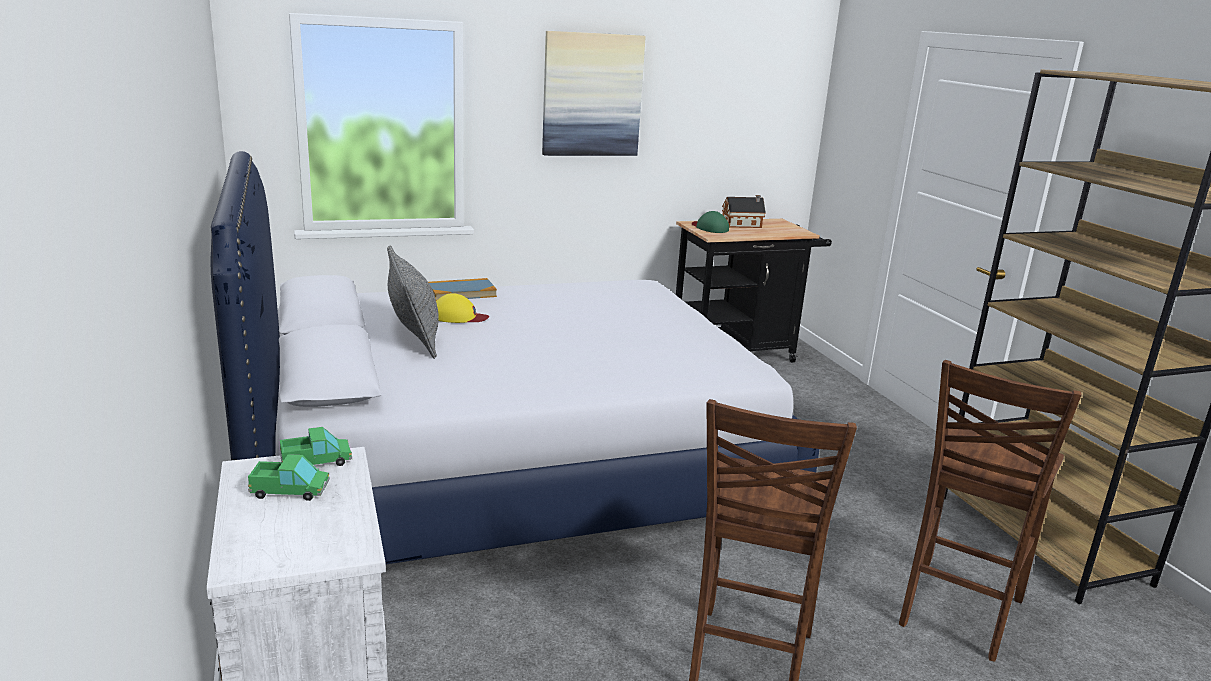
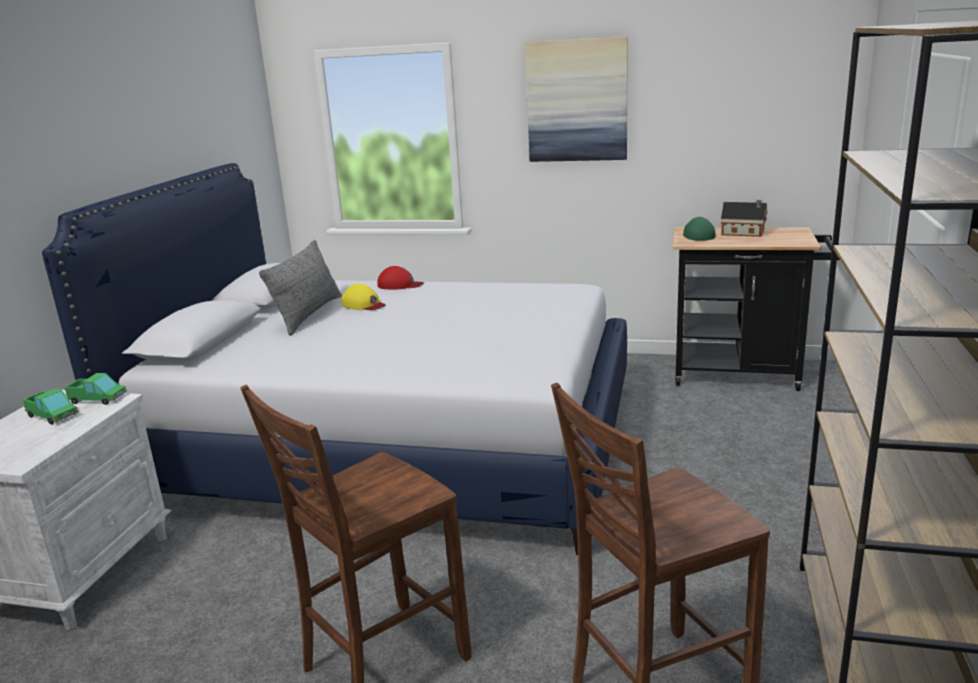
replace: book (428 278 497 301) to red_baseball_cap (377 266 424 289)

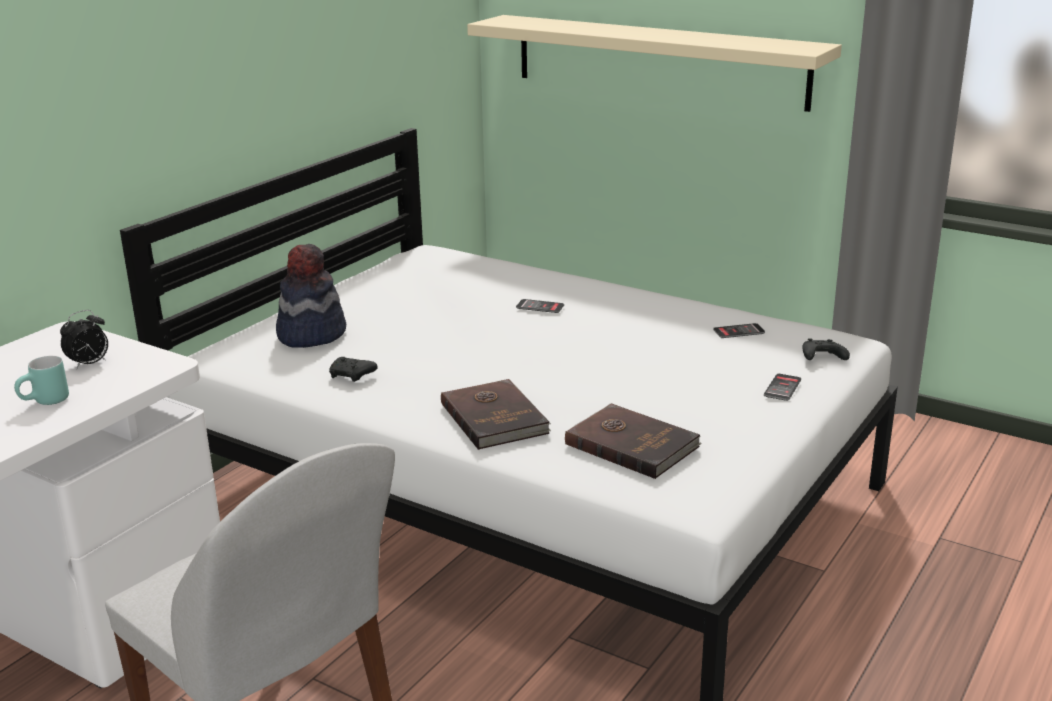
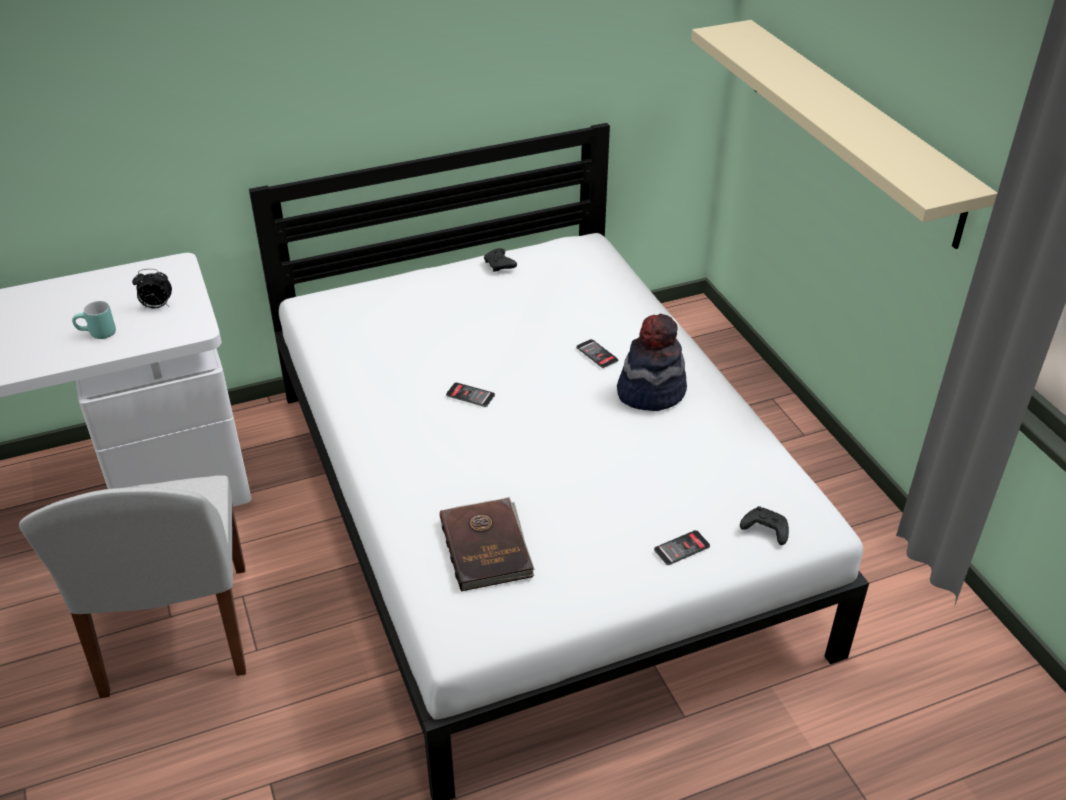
delete: brownish_book (441 379 551 450)
move: telephone (713 323 765 338) to (446 382 495 407); blackish_joypad (329 357 378 382) to (484 248 517 272); wearable_hat (276 244 346 348) to (617 314 687 411)

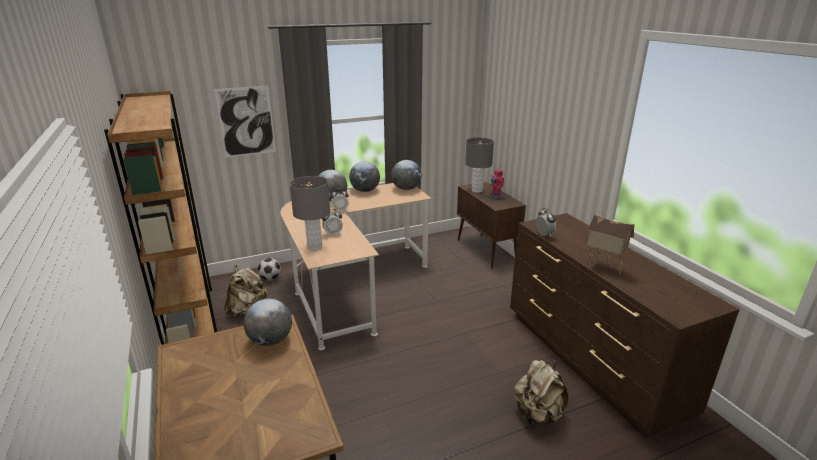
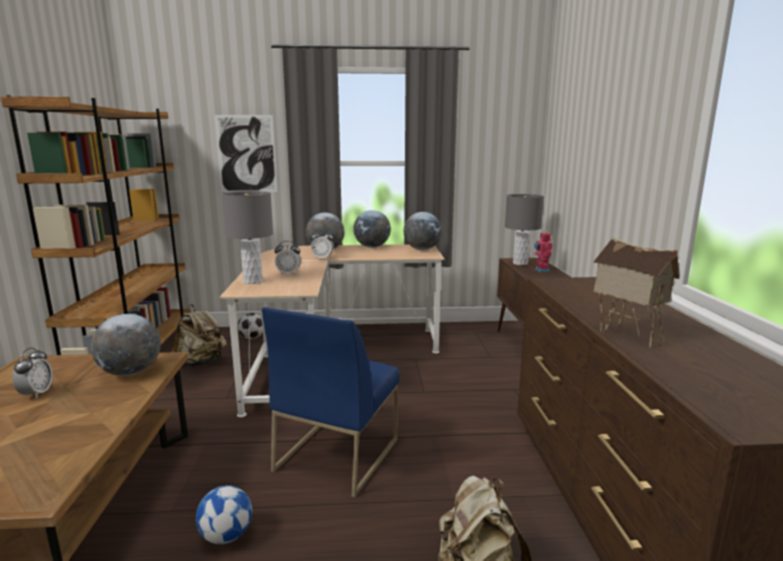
insert: ball_for_football (196 485 252 544); blue_plain_chair (262 307 400 498)
move: alarm_clock (535 208 556 237) to (13 347 53 399)

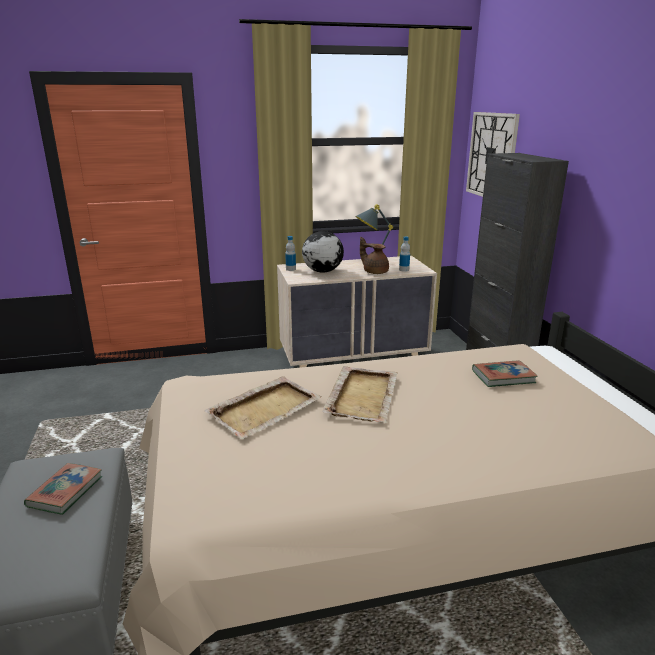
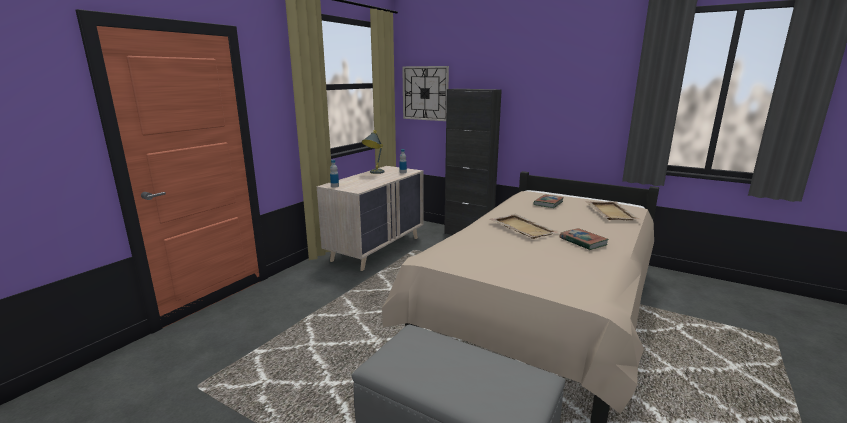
delete: globe (302 231 344 273); brownish_tea_pot (360 237 389 274)
move: book (24 463 102 515) to (559 228 609 250); sand-coloured_tray (204 376 321 439) to (585 201 640 220)

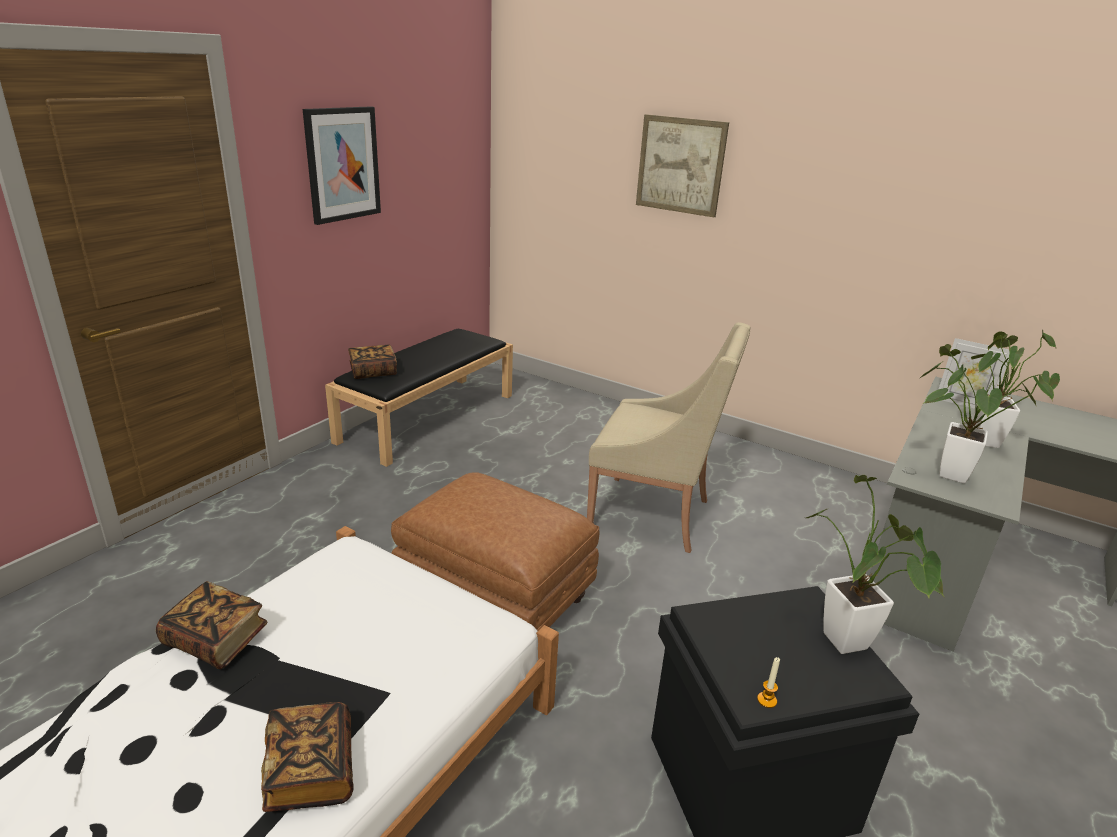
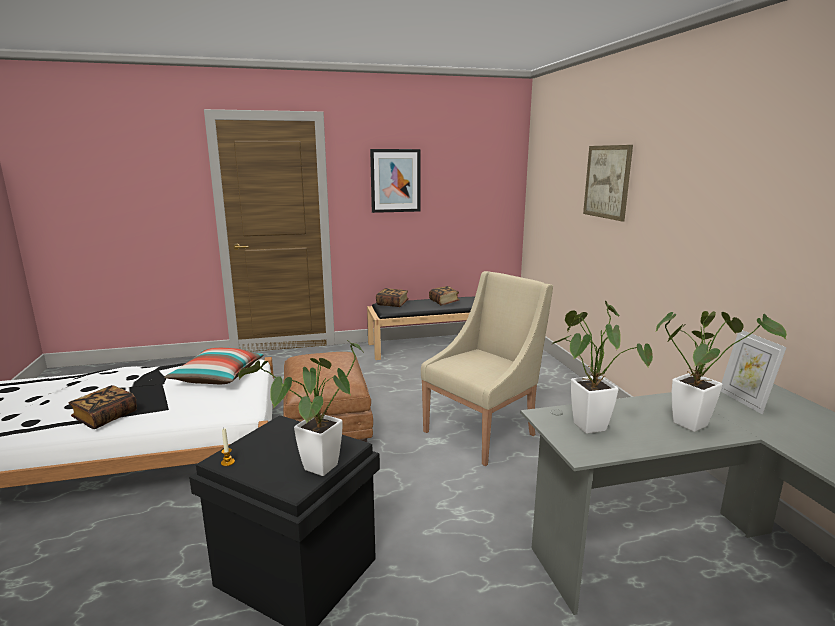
insert: throw_pillow (164 348 264 384)
move: book (156 581 268 669) to (429 286 460 306)
rotate: sand-coloured_armchair (587 322 750 553) = (421 271 553 466) 105 degrees counterclockwise

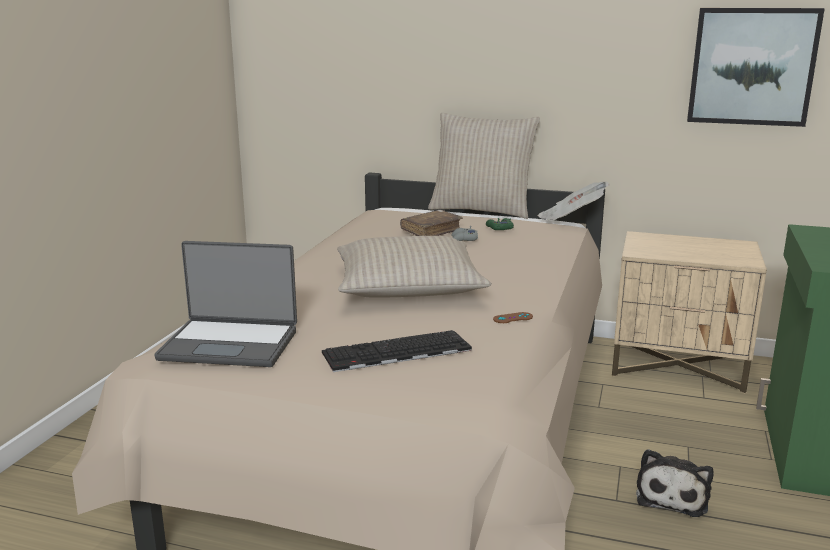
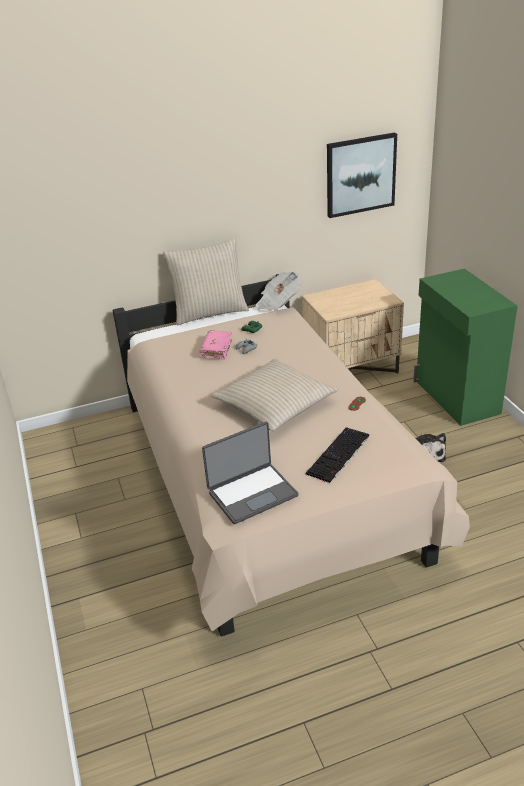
recolor: brownish_book (400 210 463 236) to pink-coloured_book (199 330 232 360)

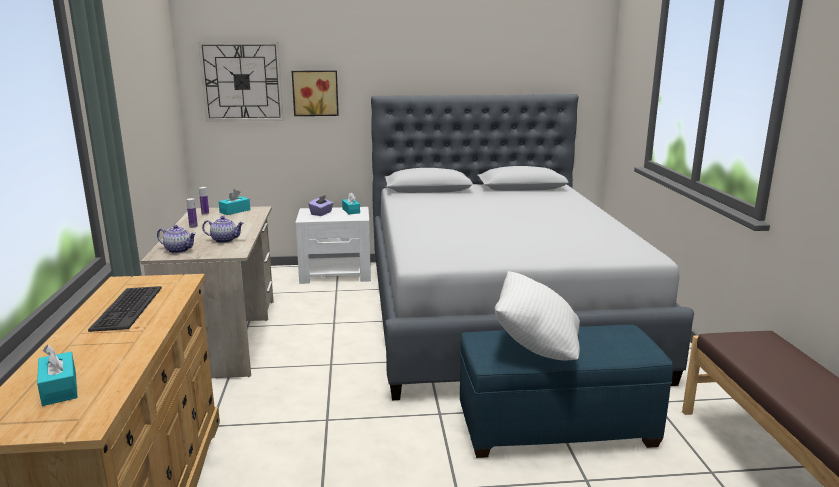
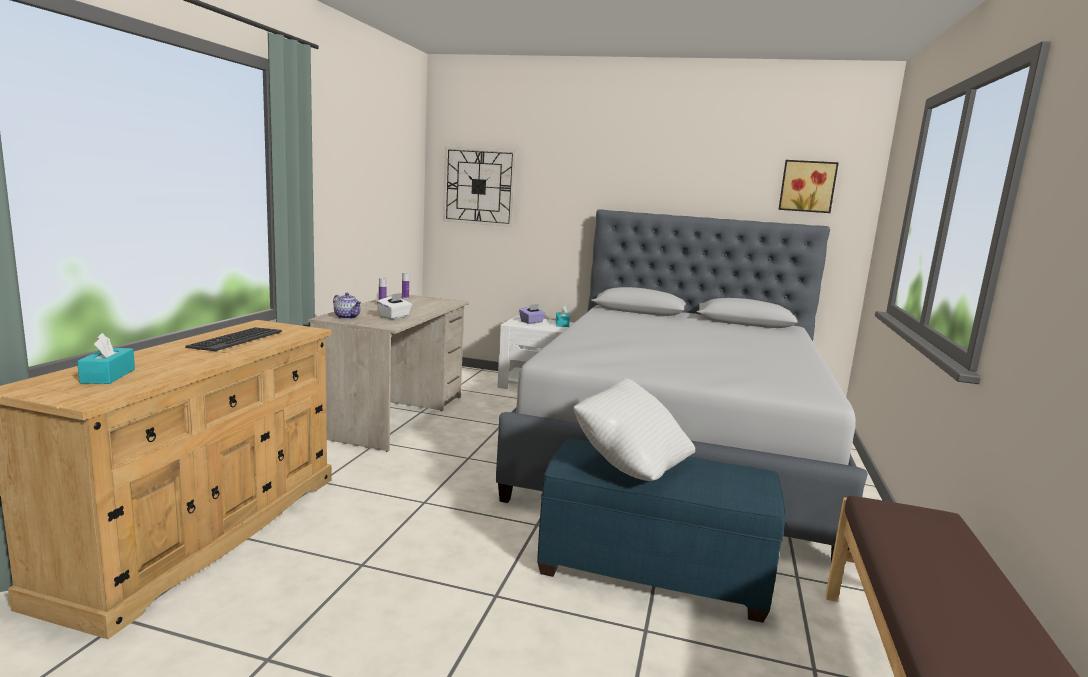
delete: blue-green_box_of_tissues (219 189 250 215)
move: picture (292 70 339 116) to (778 160 839 213)
replace: tea_pot (202 216 244 243) to white_box_of_tissues (377 293 412 319)

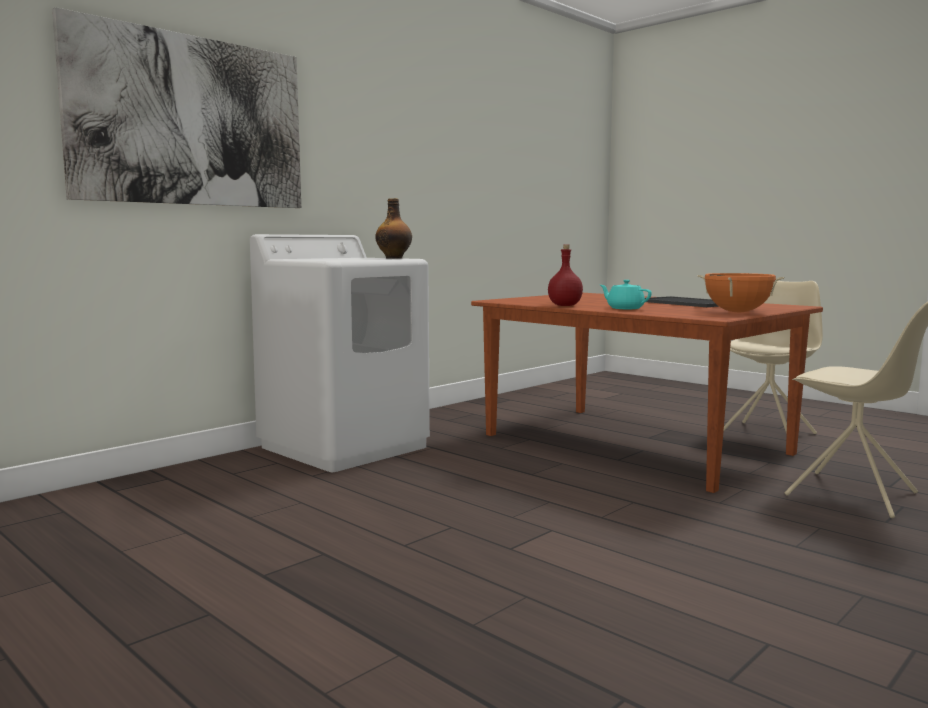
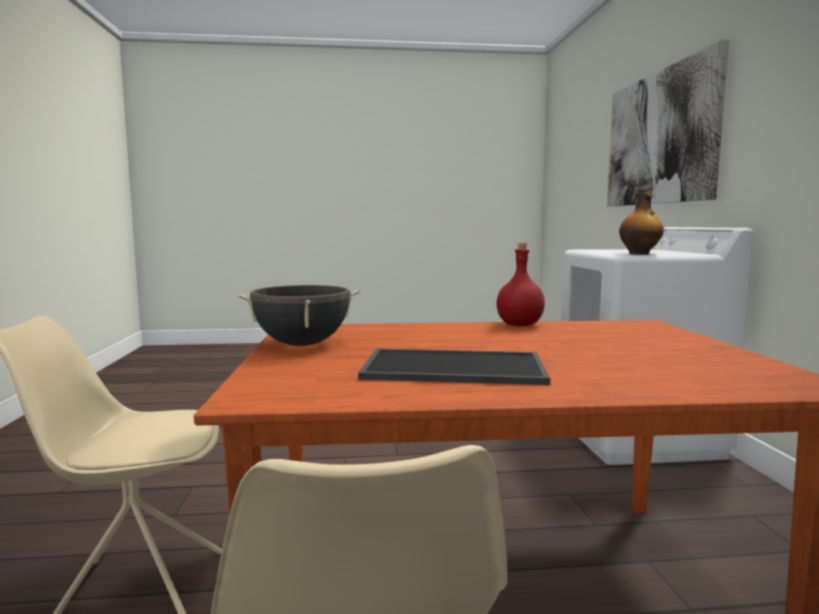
delete: blue-green_tea_pot (600 280 652 309)
recolor: orange_cooking_pot (698 273 784 312) to blackish_cooking_pot (237 285 361 346)

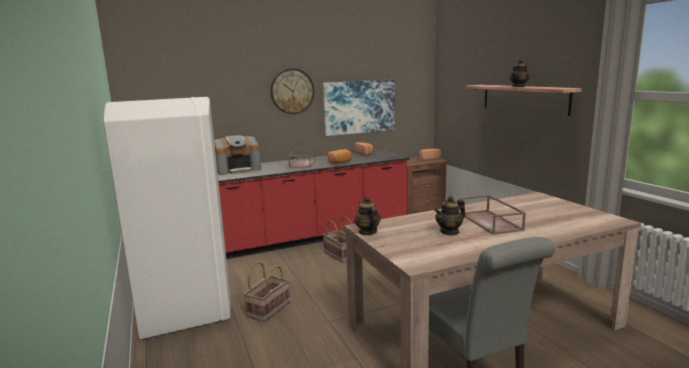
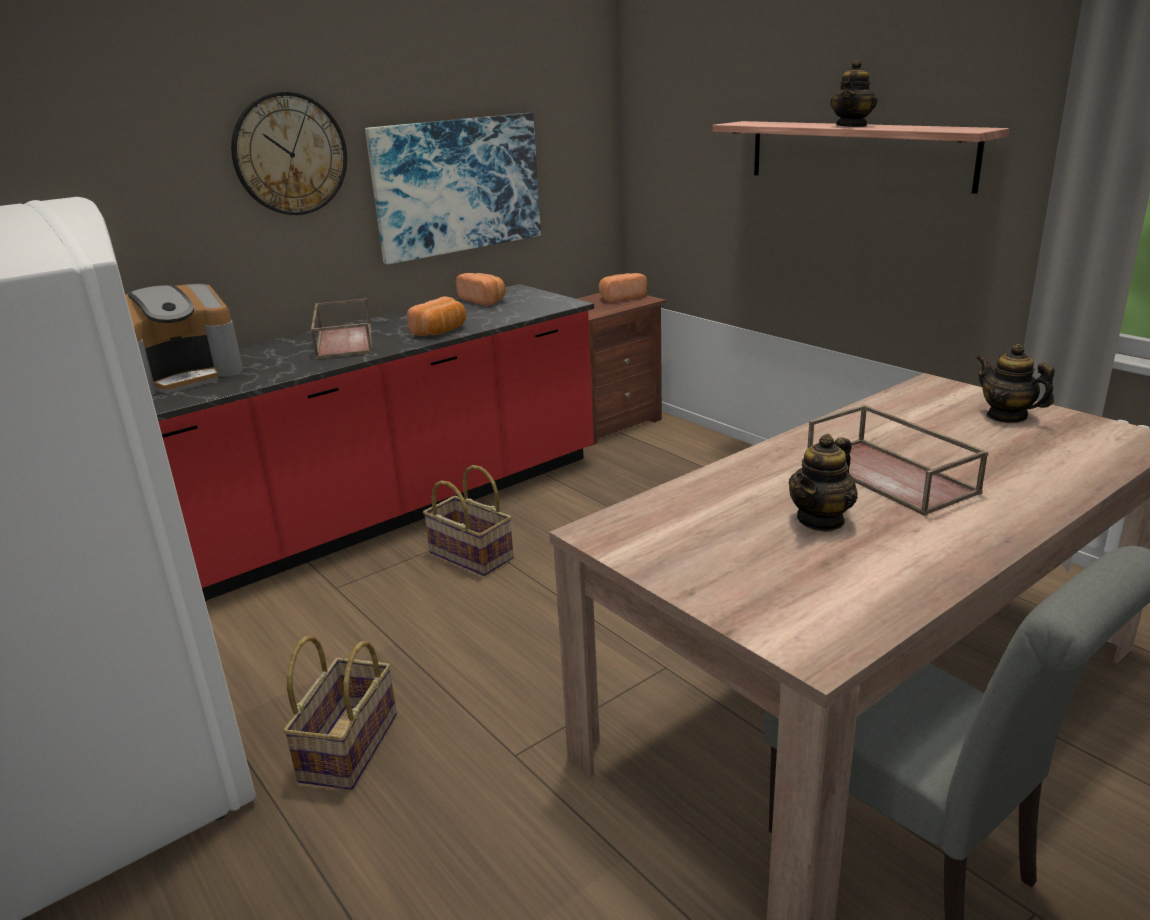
move: tea_pot (354 197 381 235) to (976 344 1055 423)

